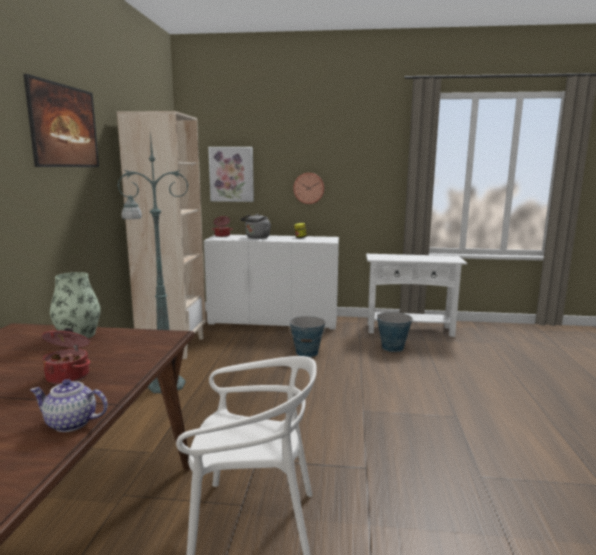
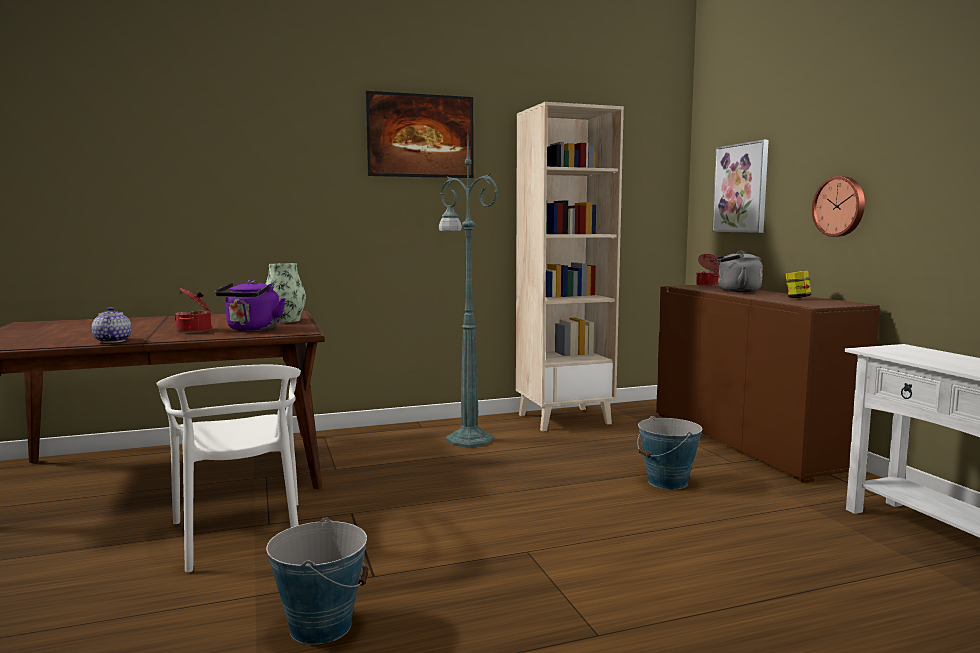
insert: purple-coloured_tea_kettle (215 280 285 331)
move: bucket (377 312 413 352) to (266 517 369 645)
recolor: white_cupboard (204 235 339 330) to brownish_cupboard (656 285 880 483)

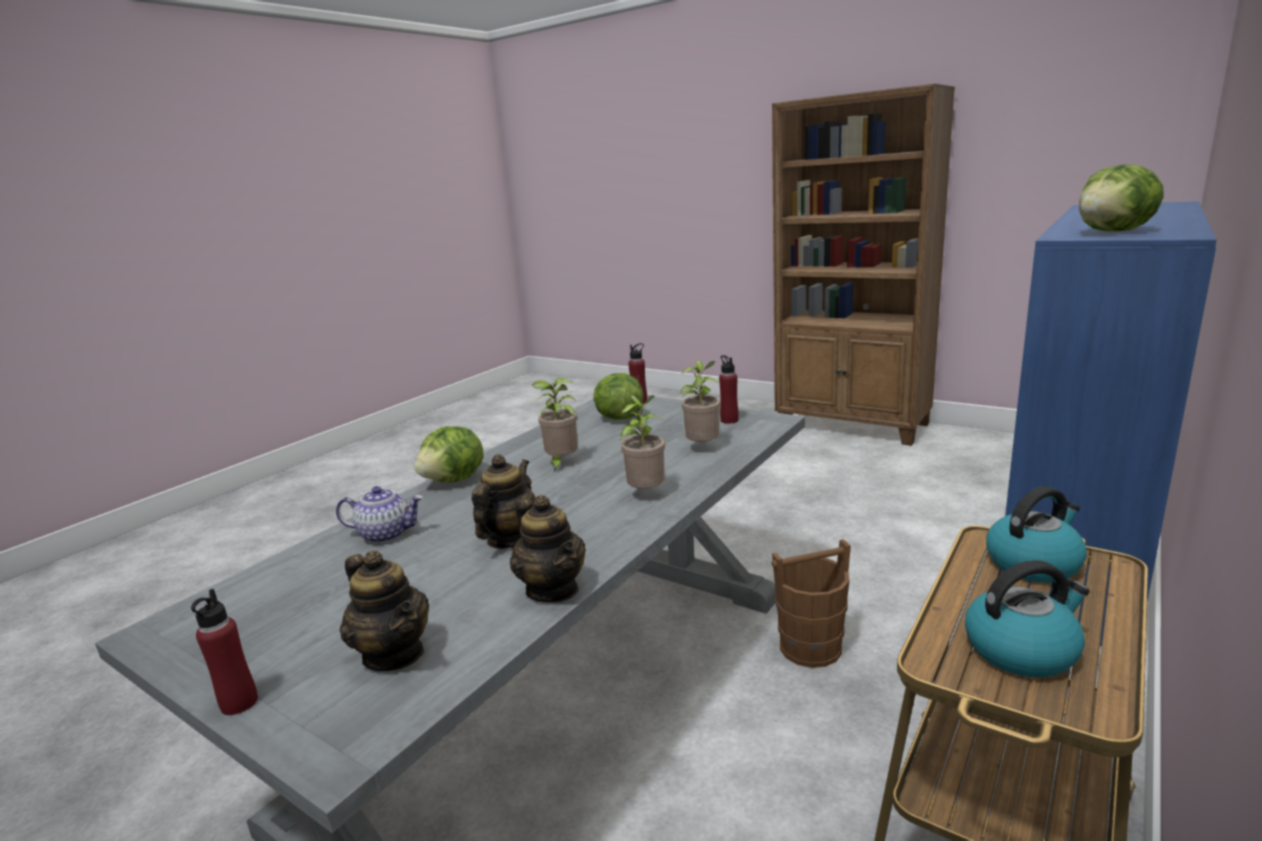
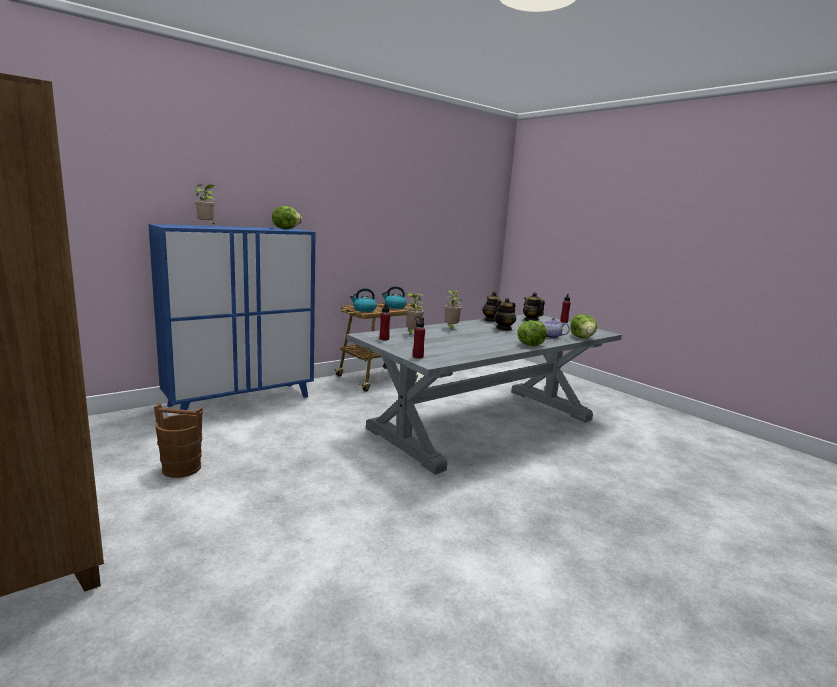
move: brownish_bucket (772 539 851 668) to (154 404 203 478); potted_plant (532 378 578 472) to (195 184 216 226); head_of_lettuce (593 373 643 420) to (570 314 597 338)

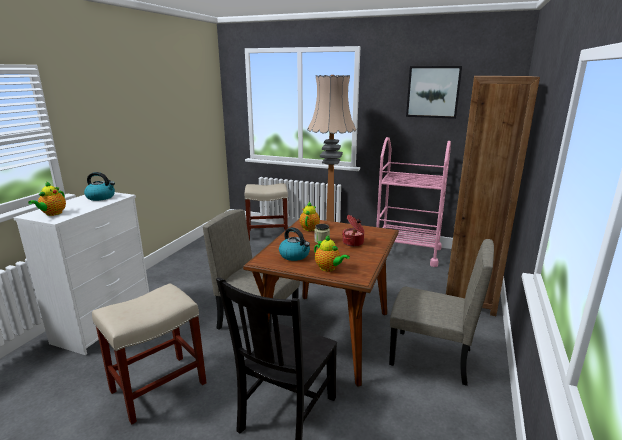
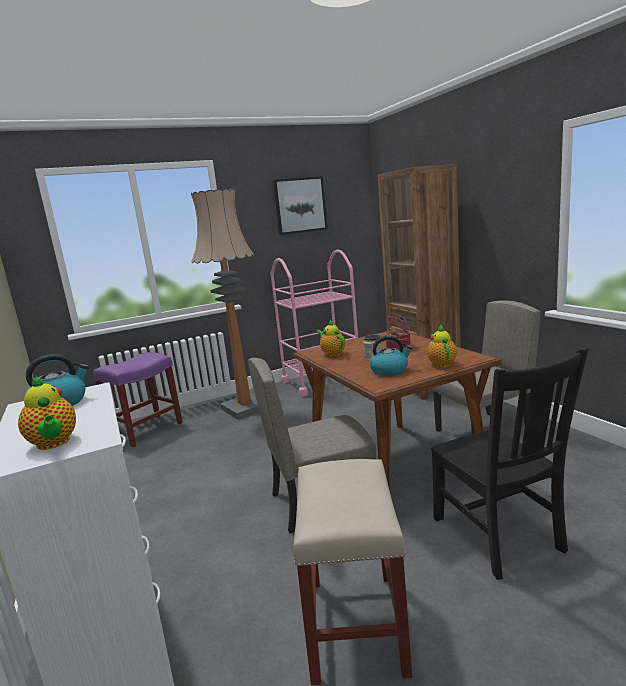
recolor: sand-coloured_stool (245 183 288 241) to purple-coloured_stool (93 352 183 447)
rotate: tea_pot (314 235 350 271) = (427 325 457 368) 90 degrees counterclockwise

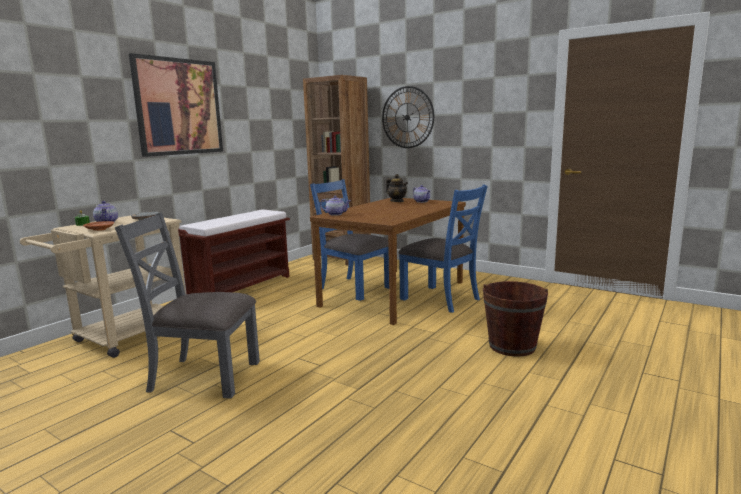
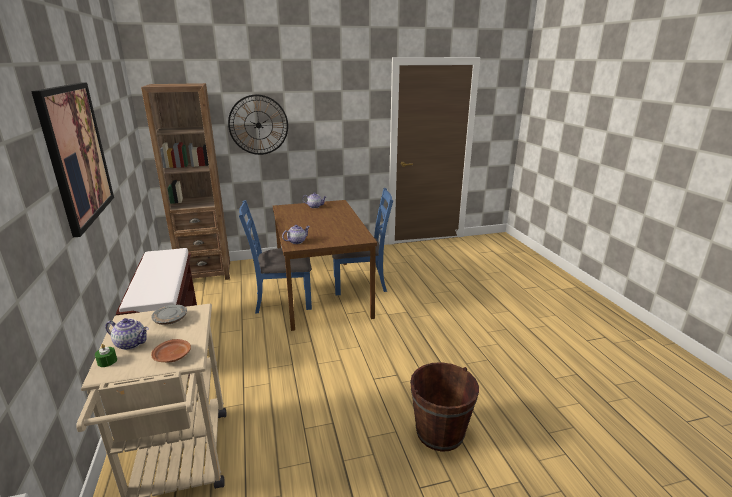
delete: gray_plain_chair (115 212 260 398); tea_pot (386 174 408 202)
move: brownish_bucket (483 281 548 357) to (410 362 479 452)

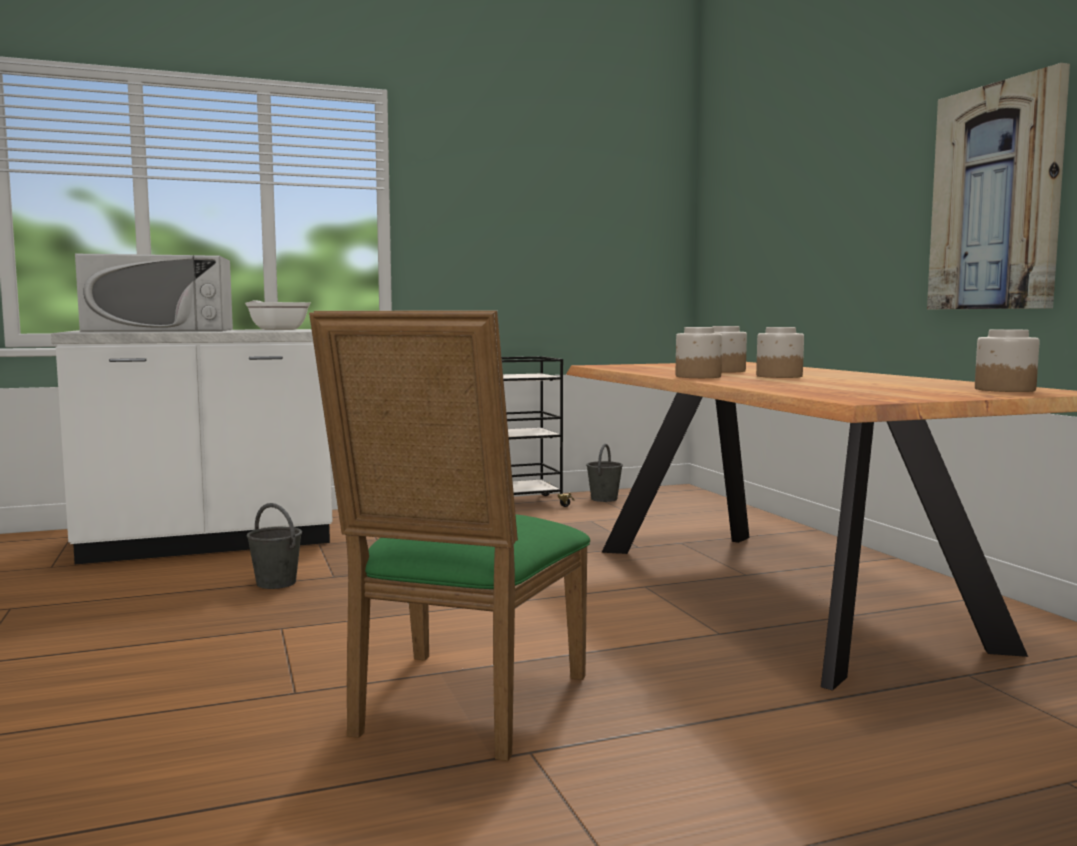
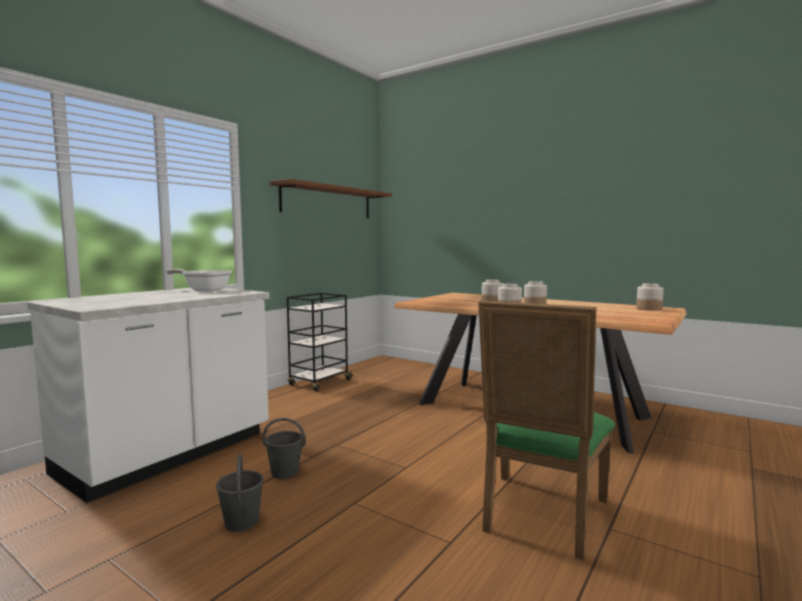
delete: white_microwave_oven (75 254 233 332); picture (927 63 1070 309)
insert: brownish_wall_shelf (270 179 392 218)
move: gray_bucket (586 444 623 502) to (216 454 264 532)
rotate: greenish_plain_chair (309 310 590 761) = (478 300 615 560) 45 degrees clockwise

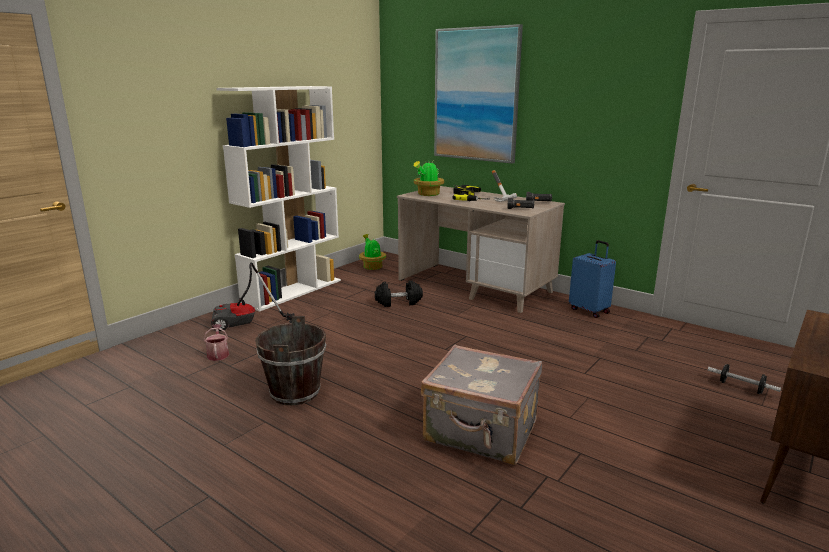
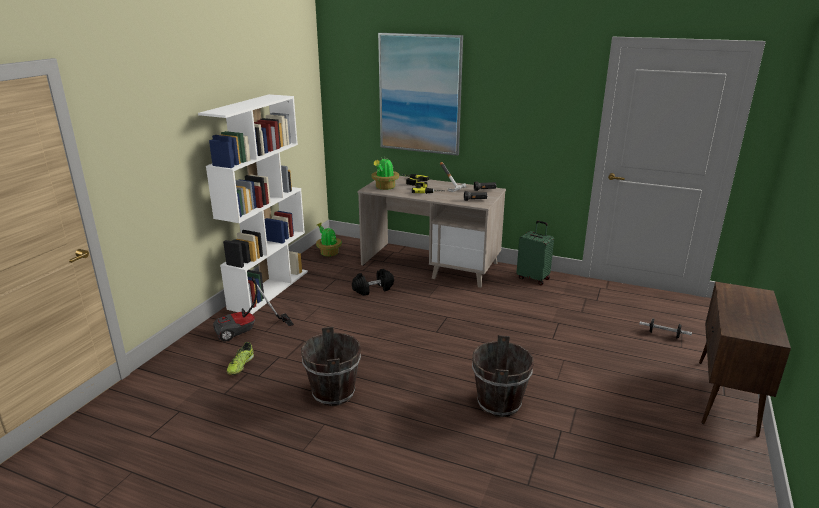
replace: sprinkling_can (204 324 229 361) to shoe (227 342 254 375); gray_piece_of_luggage (421 345 542 465) to brownish_bucket (472 335 534 417)
recolor: blue_piece_of_luggage (569 240 616 318) to greenish_piece_of_luggage (517 221 554 285)

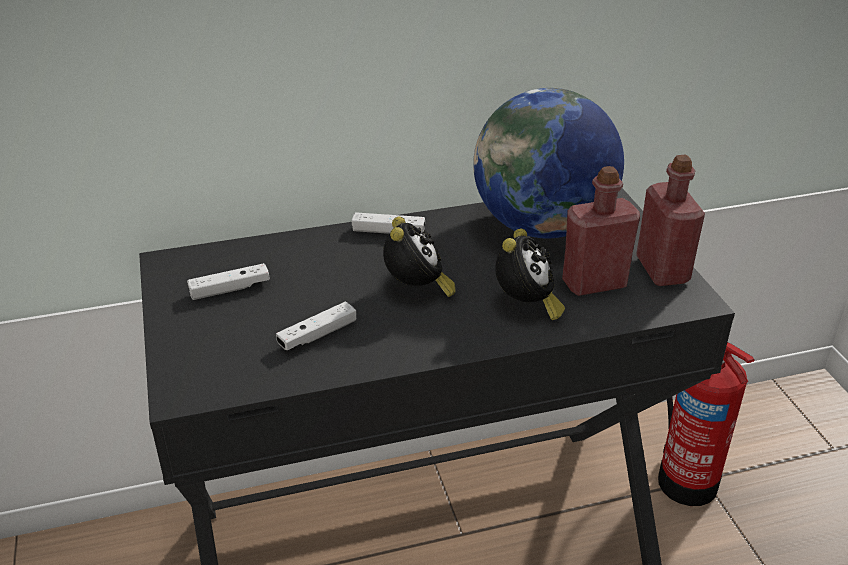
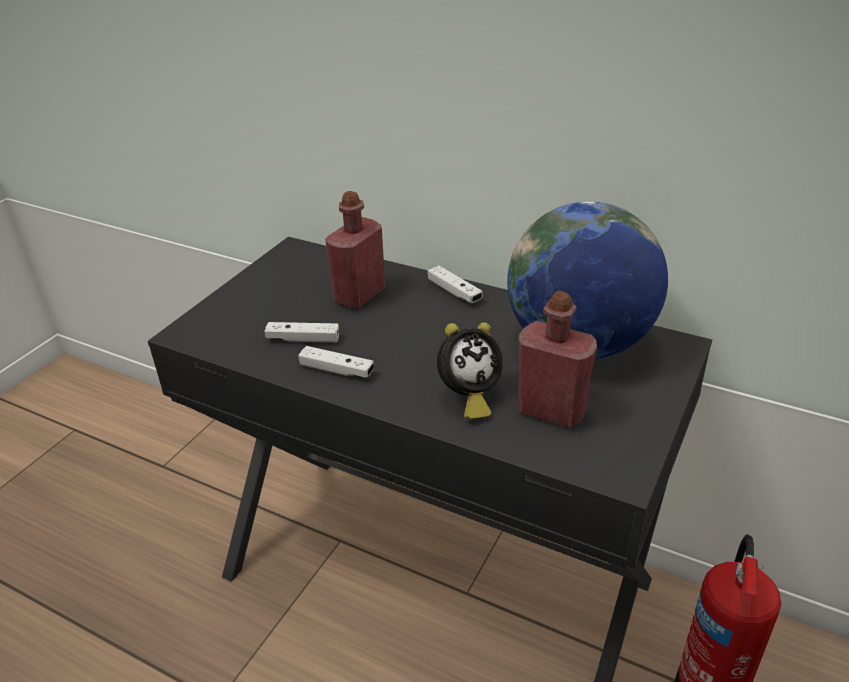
delete: alarm_clock (383 217 456 297)
move: white_joypad (187 263 270 300) to (298 346 374 378); red_bottle (636 155 705 286) to (325 191 386 309)

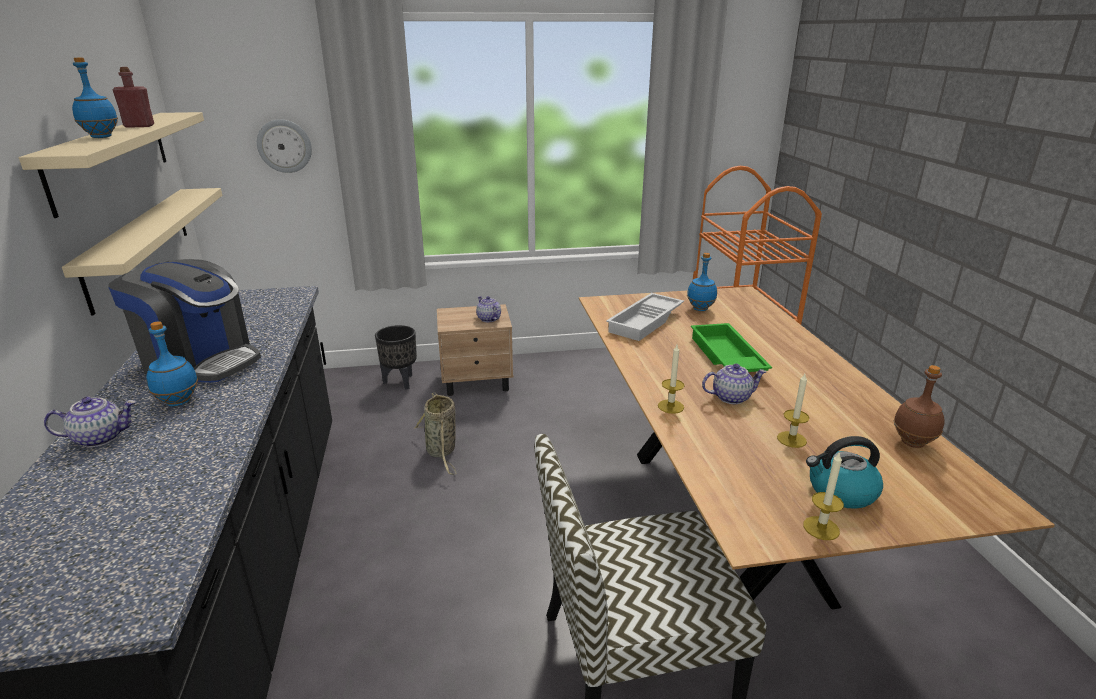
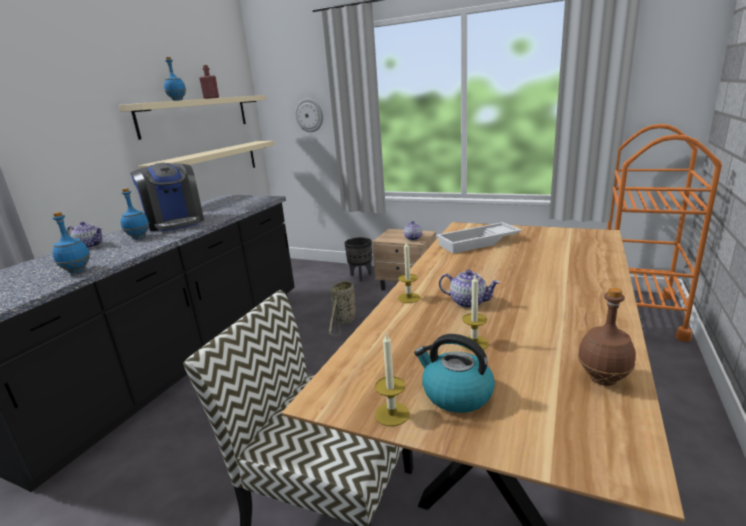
delete: greenish_tray (691 323 772 372)
move: blue_bottle (687 253 717 311) to (52 212 90 273)

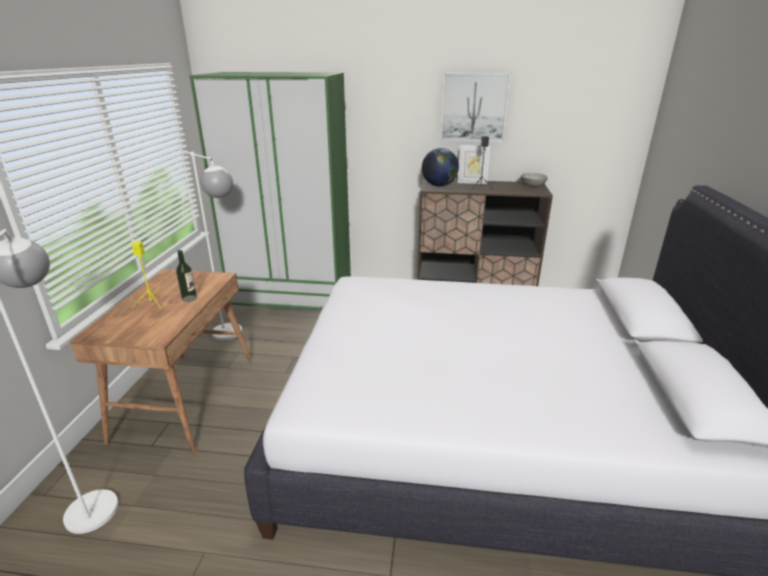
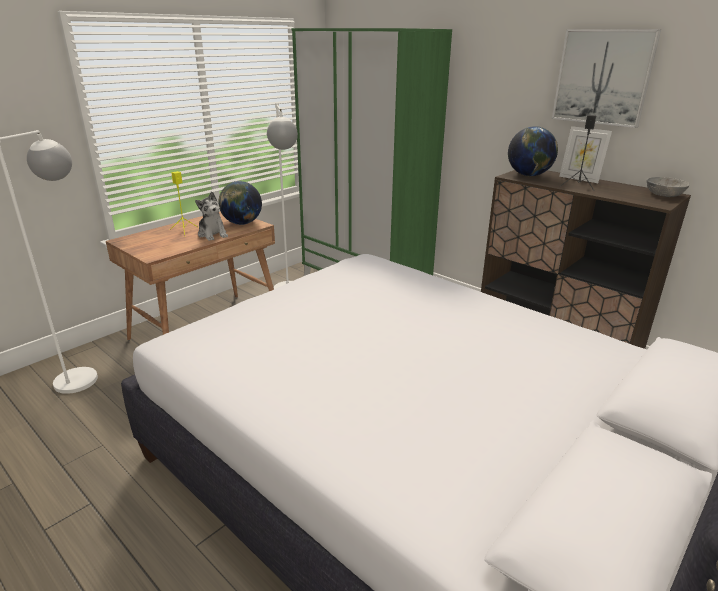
insert: globe (218 181 262 225)
replace: bottle (176 250 197 302) to soft_toy (195 191 228 241)

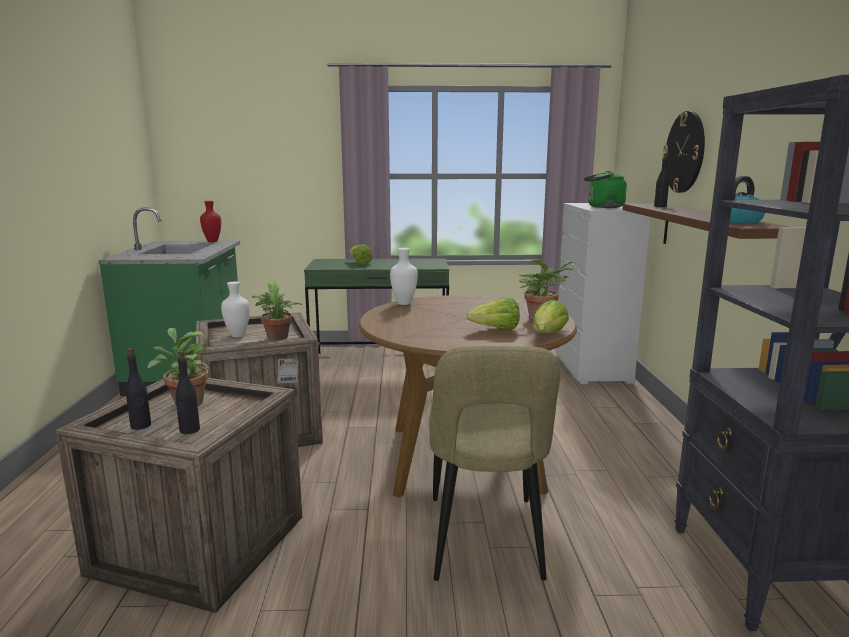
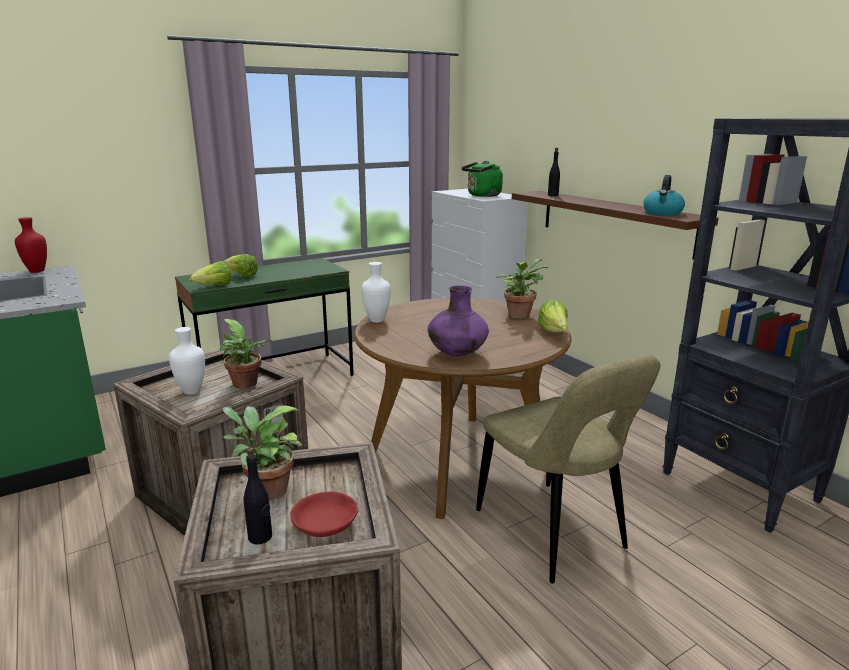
delete: wall_clock (663 111 705 193)
insert: purple-coloured_decorative_vase (428 286 489 356)
move: head_of_lettuce (466 297 520 330) to (190 261 231 285)
replace: blackish_bottle (175 351 200 434) to red_deep_dish (290 492 358 537)

